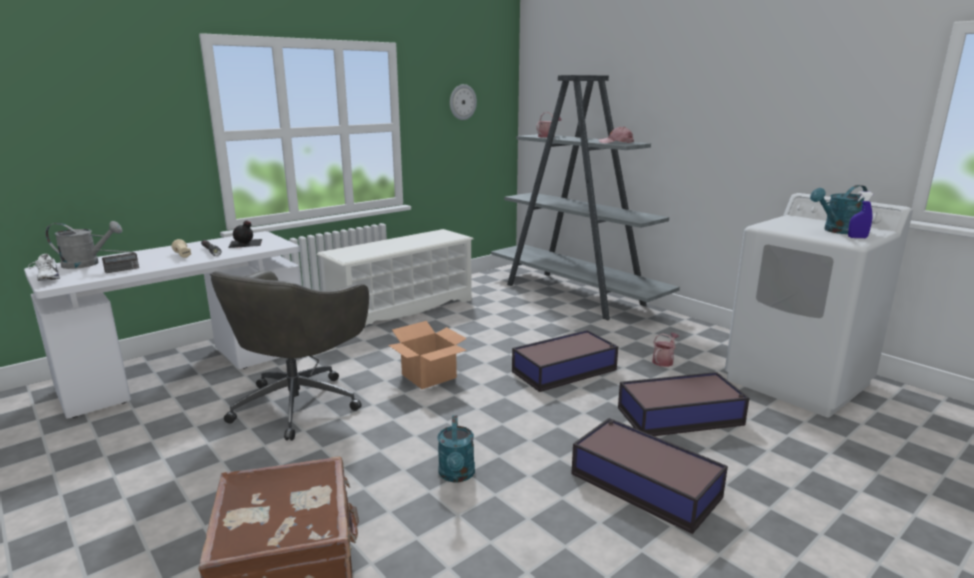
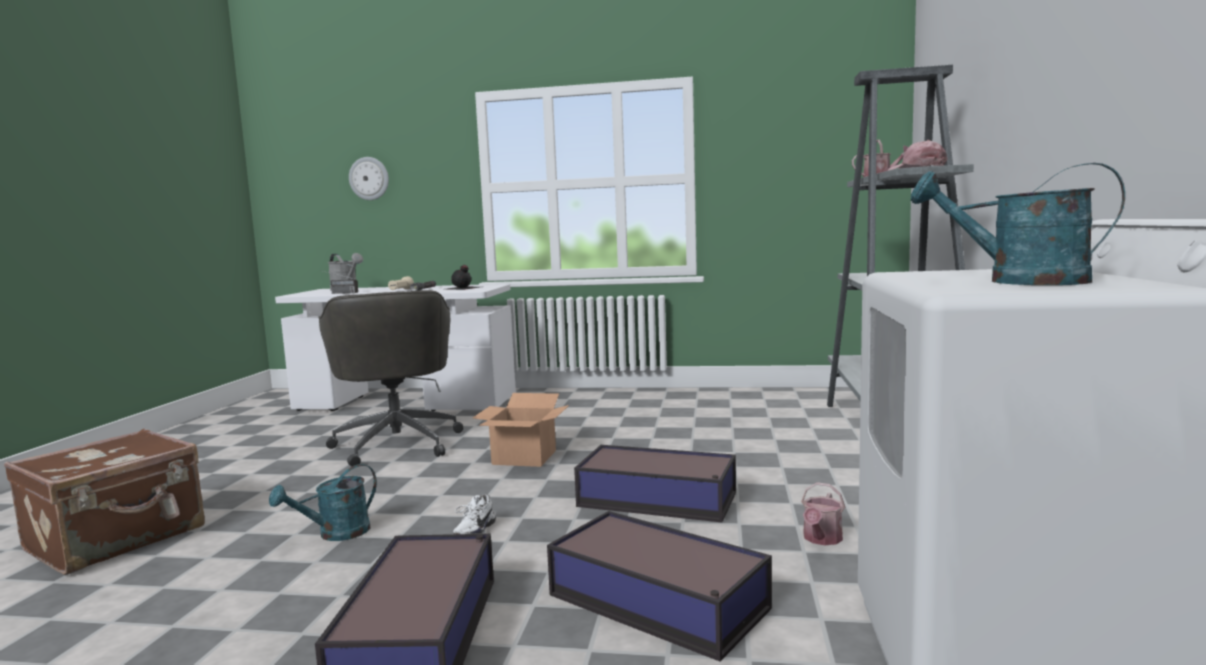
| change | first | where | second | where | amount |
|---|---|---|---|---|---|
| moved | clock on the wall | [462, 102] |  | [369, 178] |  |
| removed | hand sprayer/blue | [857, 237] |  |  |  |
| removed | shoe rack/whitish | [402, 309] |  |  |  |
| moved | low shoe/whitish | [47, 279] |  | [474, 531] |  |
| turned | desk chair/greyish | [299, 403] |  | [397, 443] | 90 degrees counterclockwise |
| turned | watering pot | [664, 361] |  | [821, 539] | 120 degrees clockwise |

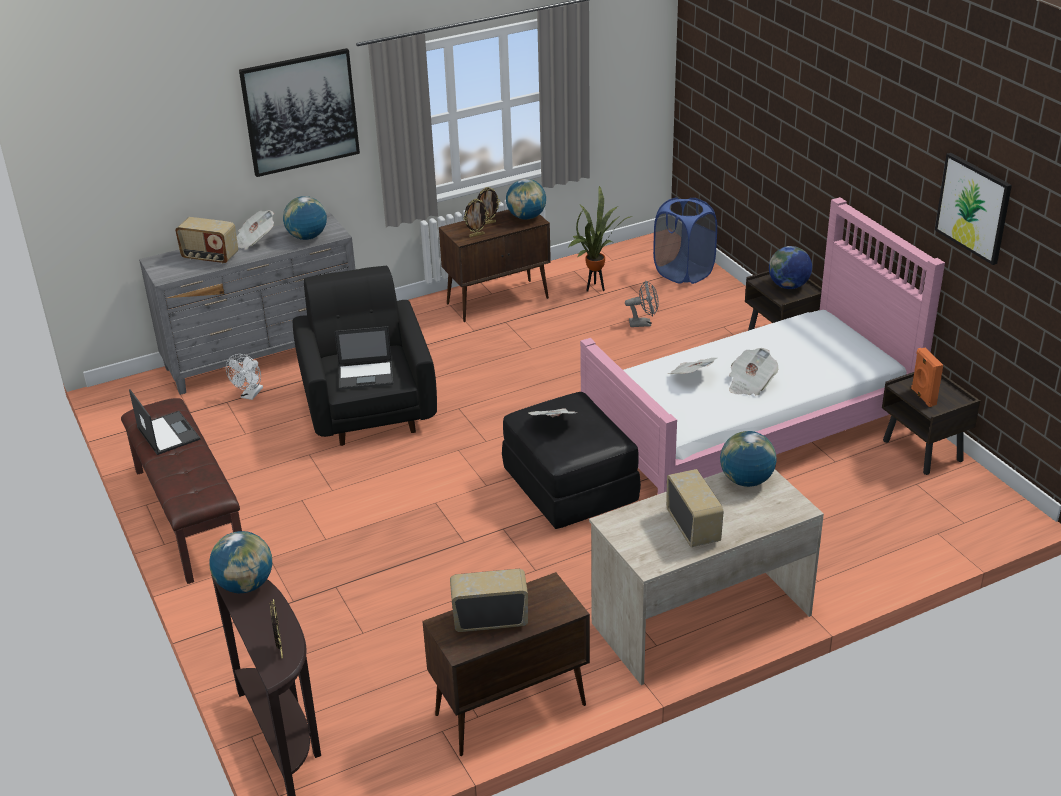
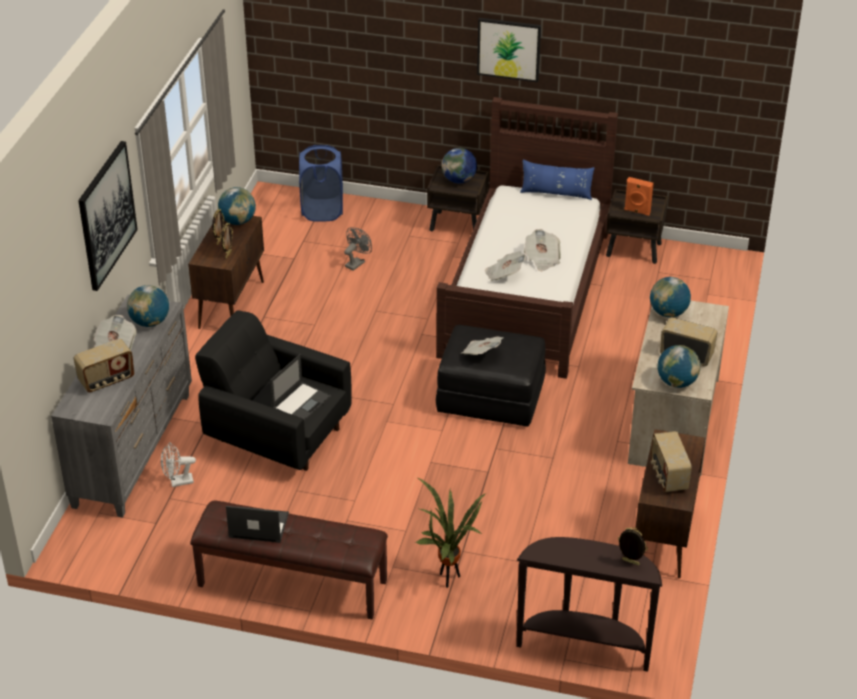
| change | first | where | second | where | amount |
|---|---|---|---|---|---|
| moved | picture | [973, 207] |  | [509, 49] |  |
| moved | plant in a pot | [596, 288] |  | [448, 578] |  |
| recoloured | sleeping bed/pink | [750, 425] | sleeping bed/brown | [526, 292] |  |
| turned | fan/whitish | [250, 395] |  | [178, 482] | 105 degrees clockwise |
| moved | globe | [245, 585] |  | [677, 382] |  |
| turned | radio | [490, 619] |  | [668, 476] | 45 degrees counterclockwise |
| added |  |  | pillow/blue | [556, 193] |  |

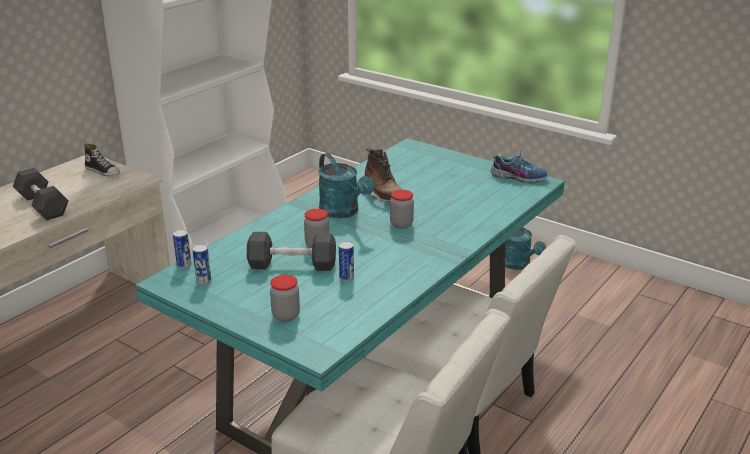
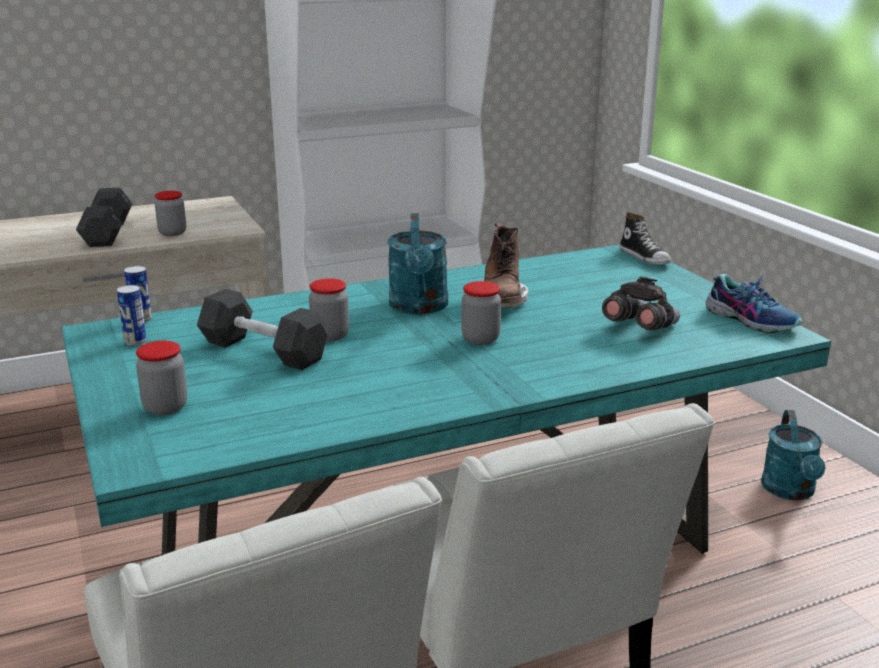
| change | first | where | second | where | amount |
|---|---|---|---|---|---|
| moved | low shoe | [103, 171] |  | [645, 257] |  |
| removed | metal can | [346, 278] |  |  |  |
| added |  |  | jar | [172, 233] |  |
| added |  |  | binoculars/greyish | [639, 328] |  |

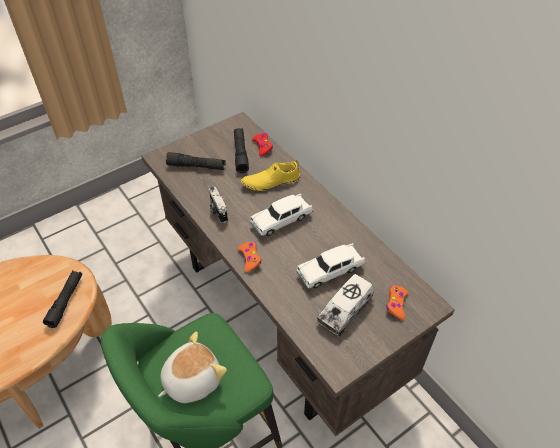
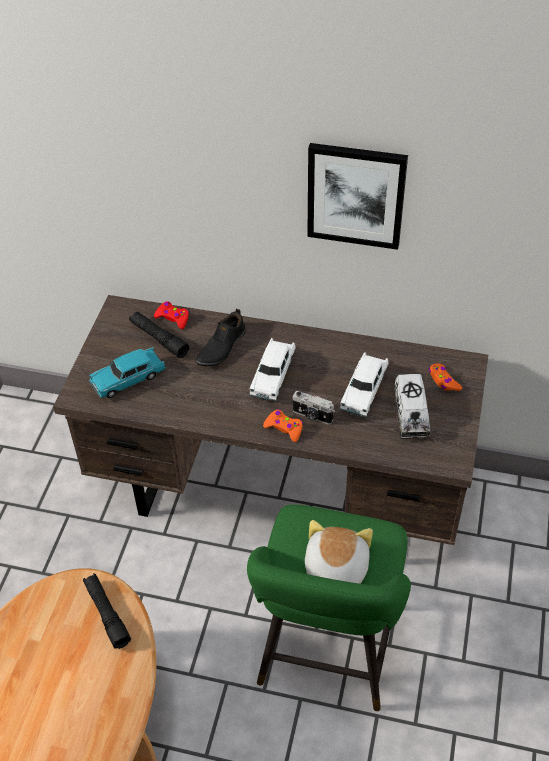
| change | first | where | second | where | amount |
|---|---|---|---|---|---|
| replaced | flashlight/black-coloured | [196, 166] | miniature car/blue-green | [128, 379] |  |
| recoloured | low shoe/yellowish | [270, 181] | low shoe/black-coloured | [221, 347] |  |
| moved | still camera | [218, 211] |  | [312, 416] |  |
| added |  |  | picture | [356, 195] |  |

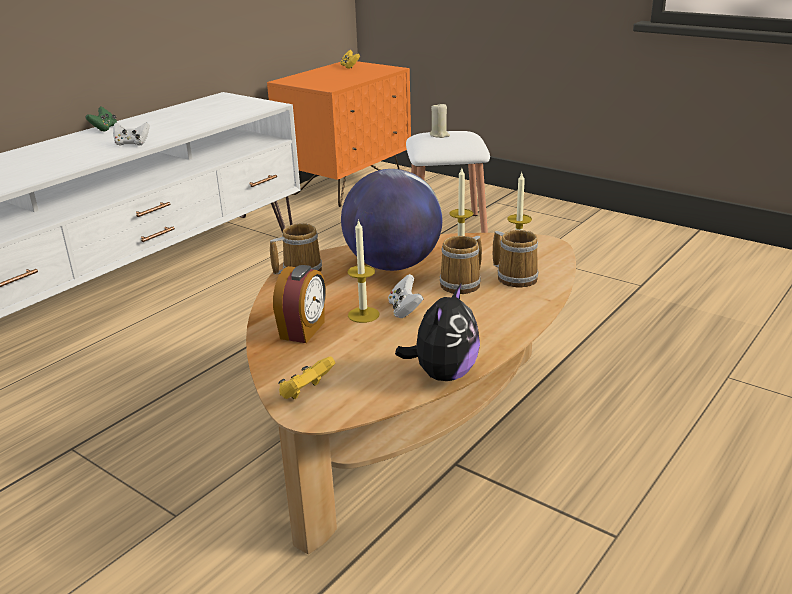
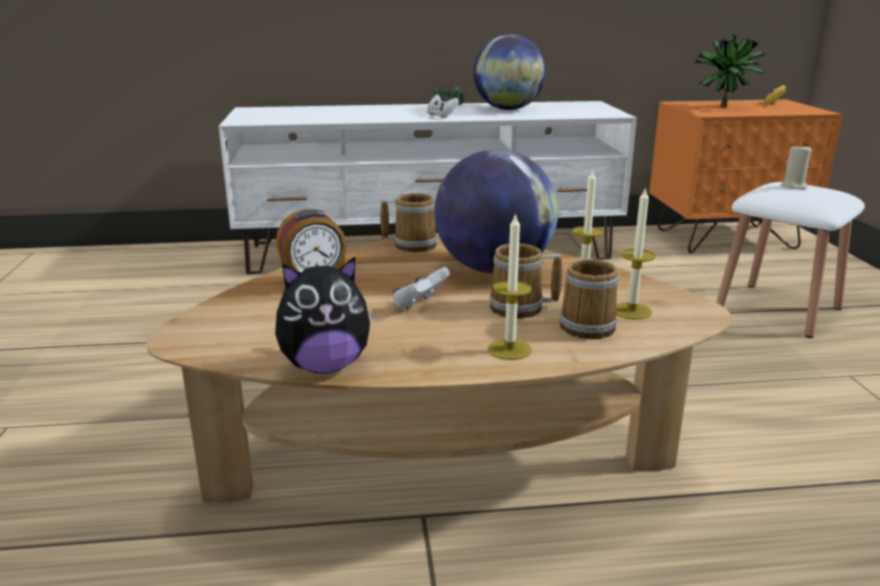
| change | first | where | second | where | amount |
|---|---|---|---|---|---|
| moved | candle | [363, 315] |  | [509, 349] |  |
| removed | joypad/yellowish | [306, 392] |  |  |  |
| added |  |  | globe | [508, 109] |  |
| added |  |  | plant in a pot | [724, 108] |  |

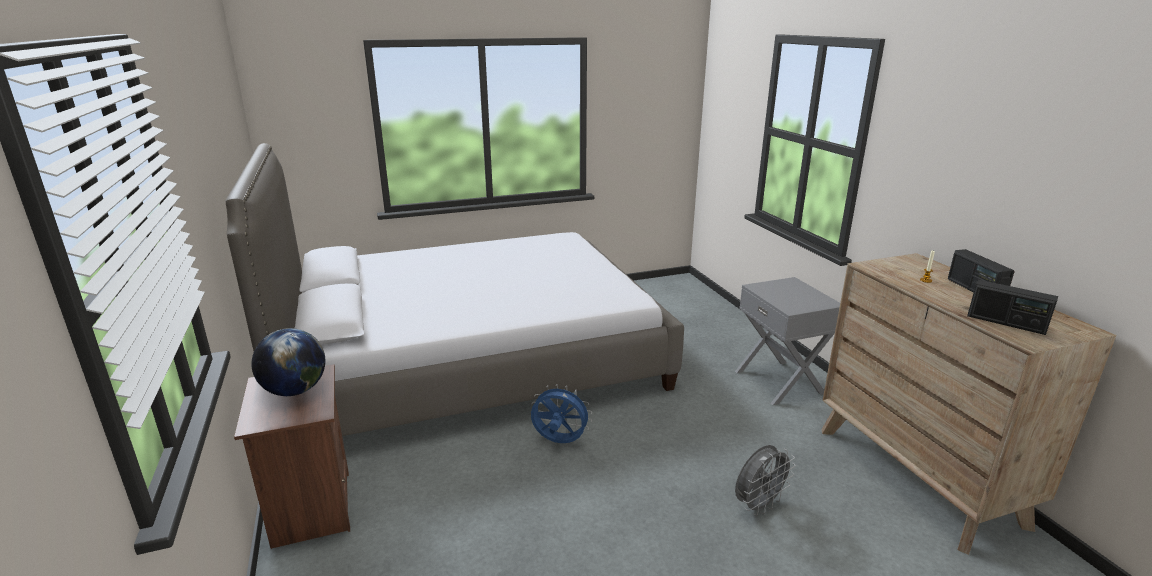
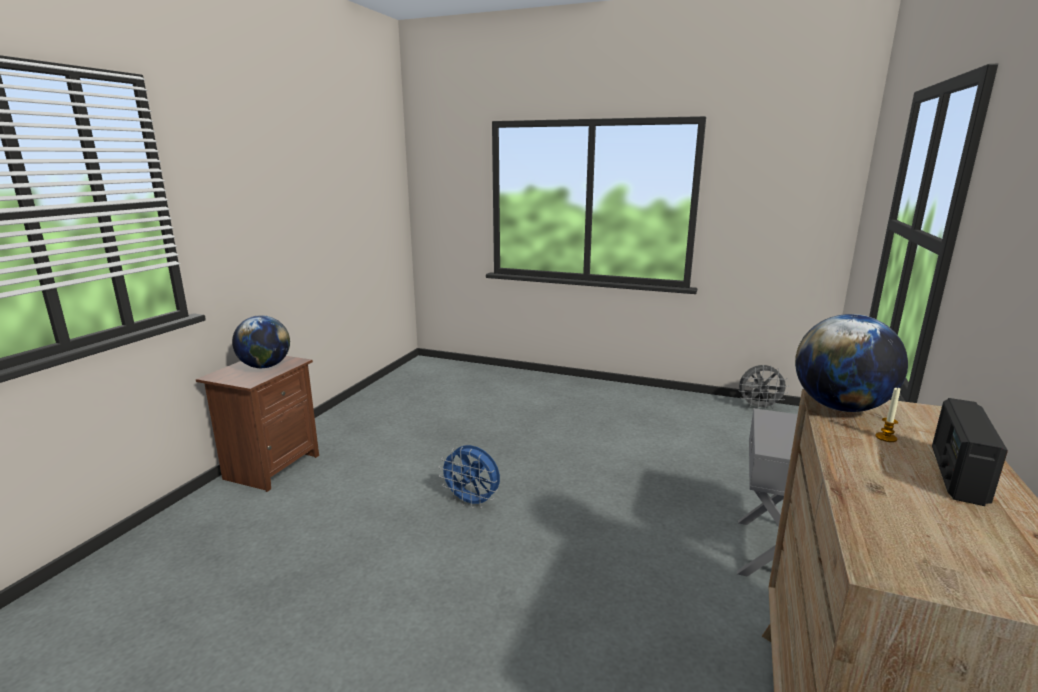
| change | first | where | second | where | amount |
|---|---|---|---|---|---|
| removed | sleeping bed | [470, 360] |  |  |  |
| removed | radio | [1006, 323] |  |  |  |
| turned | fan/blue | [559, 442] |  | [472, 502] | 150 degrees clockwise |
| moved | fan/greyish | [758, 505] |  | [759, 407] |  |
| added |  |  | globe | [840, 407] |  |

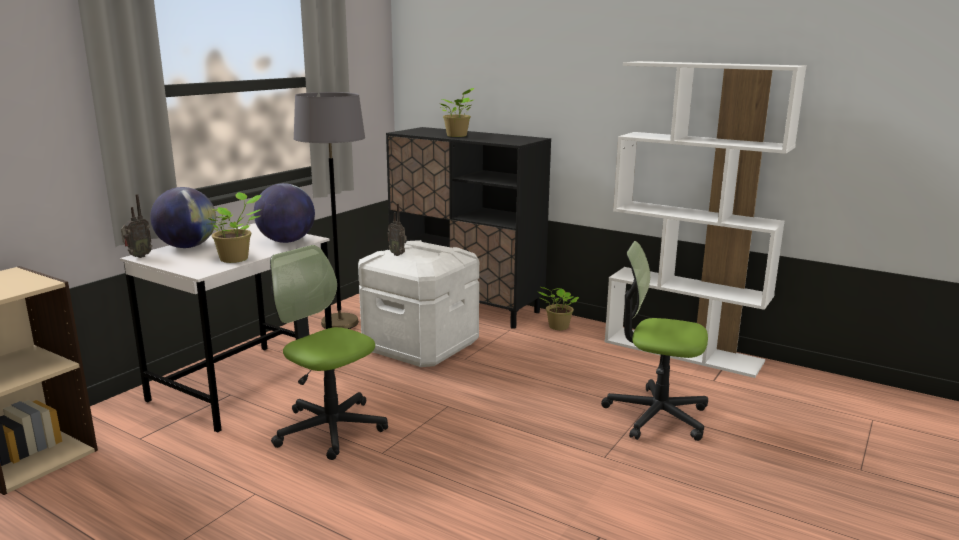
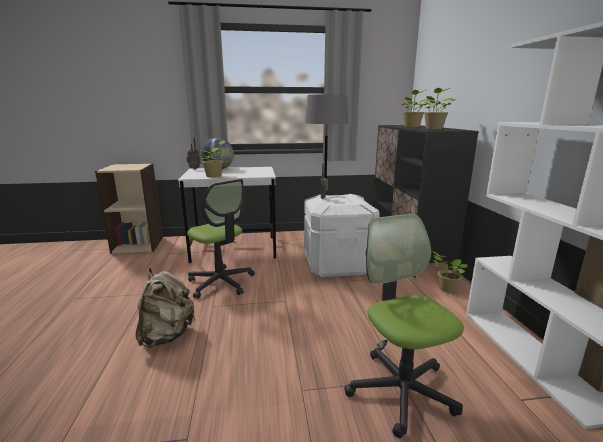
| change | first | where | second | where | amount |
|---|---|---|---|---|---|
| removed | globe | [286, 241] |  |  |  |
| turned | desk chair | [330, 428] |  | [221, 283] | 135 degrees clockwise |
| added |  |  | plant in a pot | [434, 129] |  |
| added |  |  | knapsack/beige-coloured | [167, 335] |  |

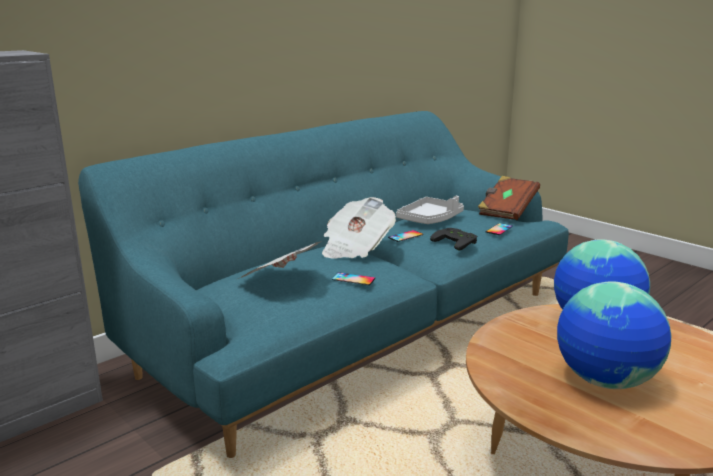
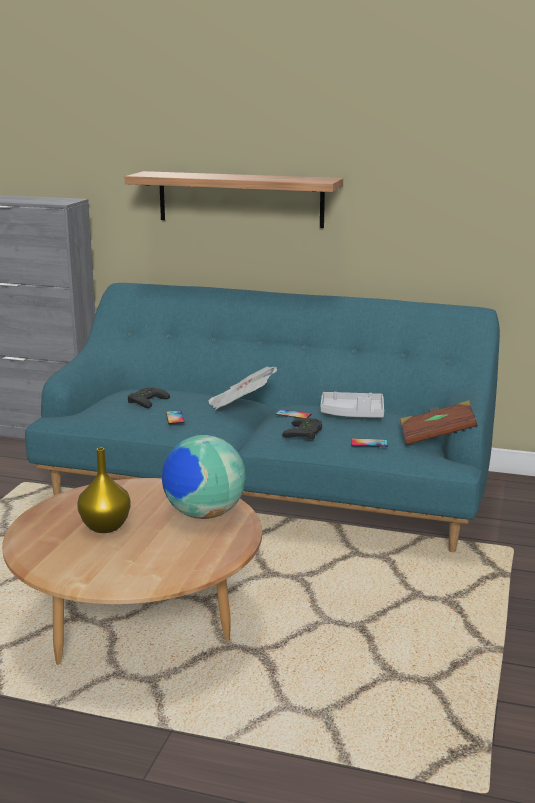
| change | first | where | second | where | amount |
|---|---|---|---|---|---|
| replaced | newspaper | [279, 281] | joypad/black-coloured | [145, 400] |  |
| replaced | globe | [605, 381] | flower vase/yellowish | [104, 526] |  |
| added |  |  | wall shelf | [240, 199] |  |

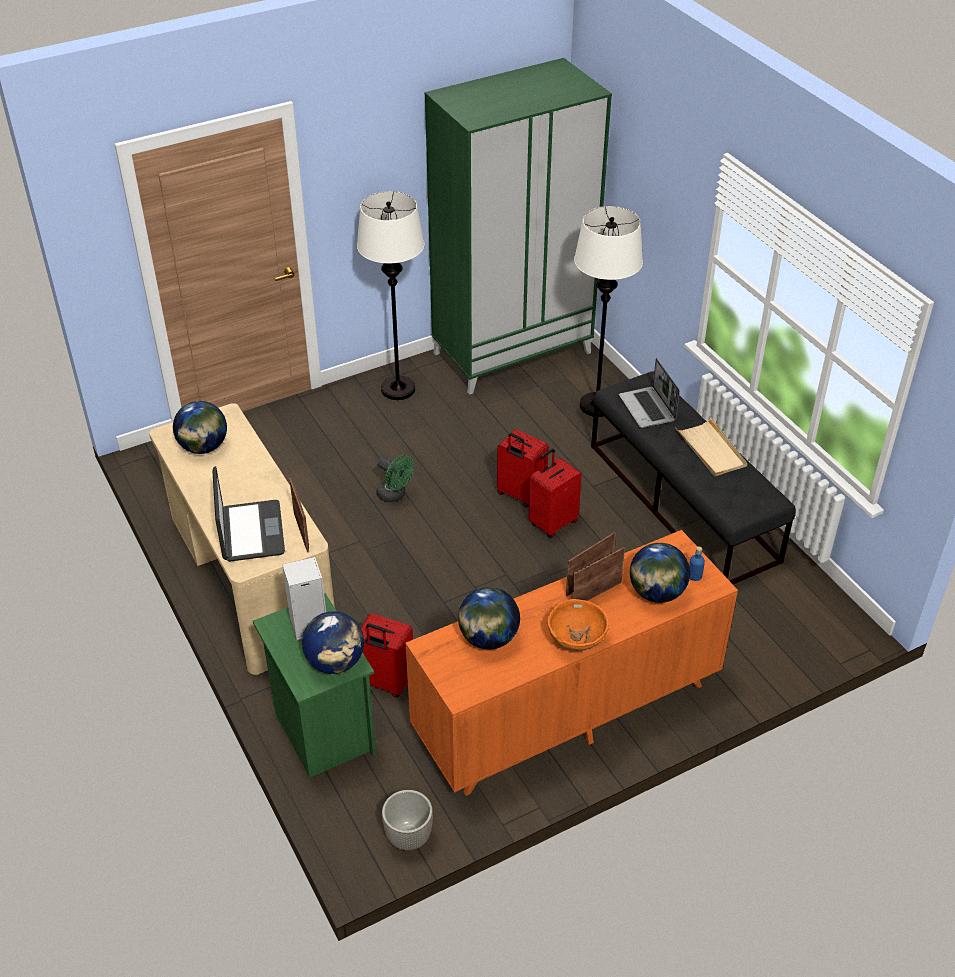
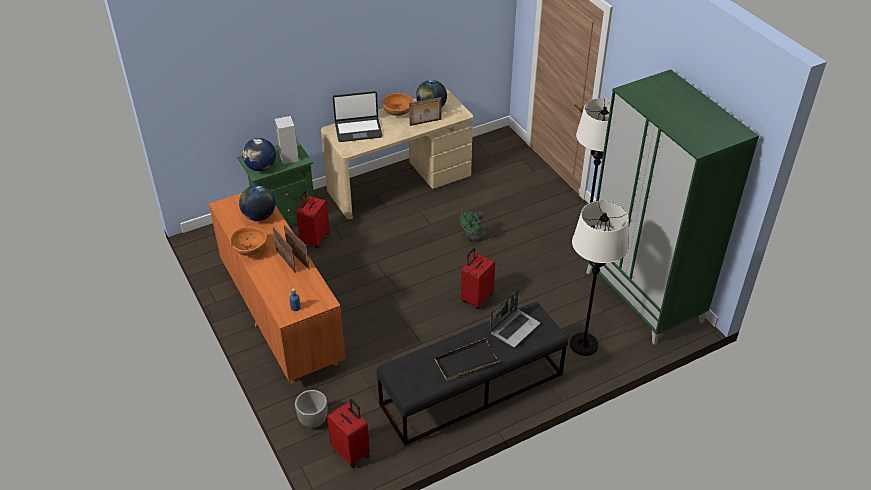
| change | first | where | second | where | amount |
|---|---|---|---|---|---|
| turned | portable computer | [648, 409] |  | [514, 328] | 150 degrees clockwise |
| recoloured | serving tray/beige-coloured | [711, 450] | serving tray/black-coloured | [466, 361] |  |
| moved | piece of luggage/reddish | [552, 523] |  | [351, 452] |  |
| moved | standing frame | [302, 532] |  | [425, 122] |  |
| removed | globe | [656, 593] |  |  |  |
| moved | plant pot | [408, 838] |  | [313, 420] |  |
| added |  |  | bowl/orange | [398, 113] |  |

